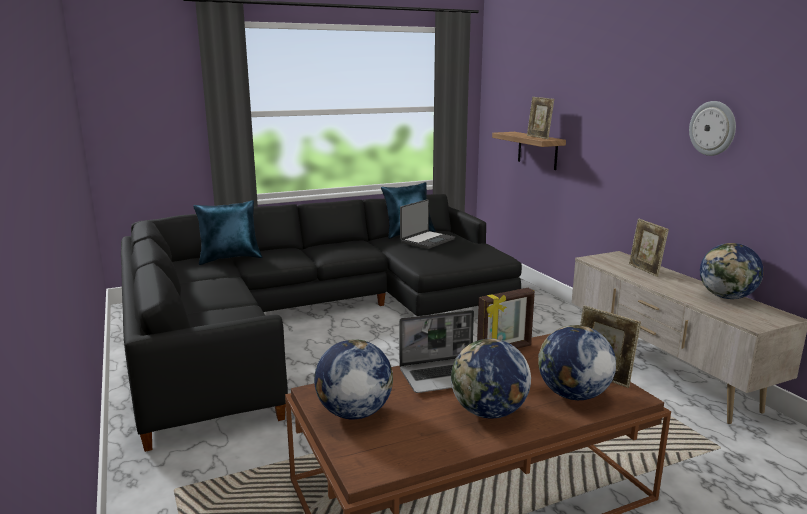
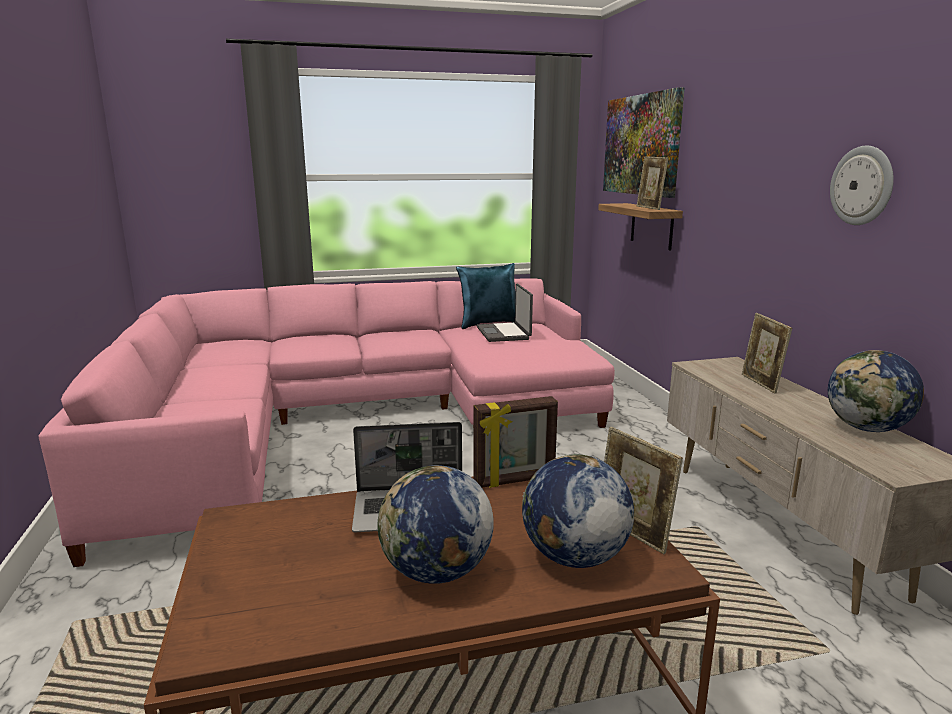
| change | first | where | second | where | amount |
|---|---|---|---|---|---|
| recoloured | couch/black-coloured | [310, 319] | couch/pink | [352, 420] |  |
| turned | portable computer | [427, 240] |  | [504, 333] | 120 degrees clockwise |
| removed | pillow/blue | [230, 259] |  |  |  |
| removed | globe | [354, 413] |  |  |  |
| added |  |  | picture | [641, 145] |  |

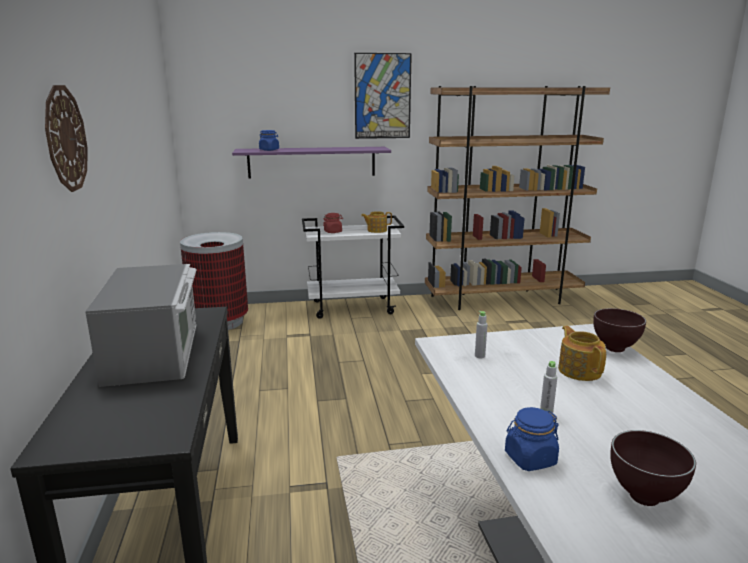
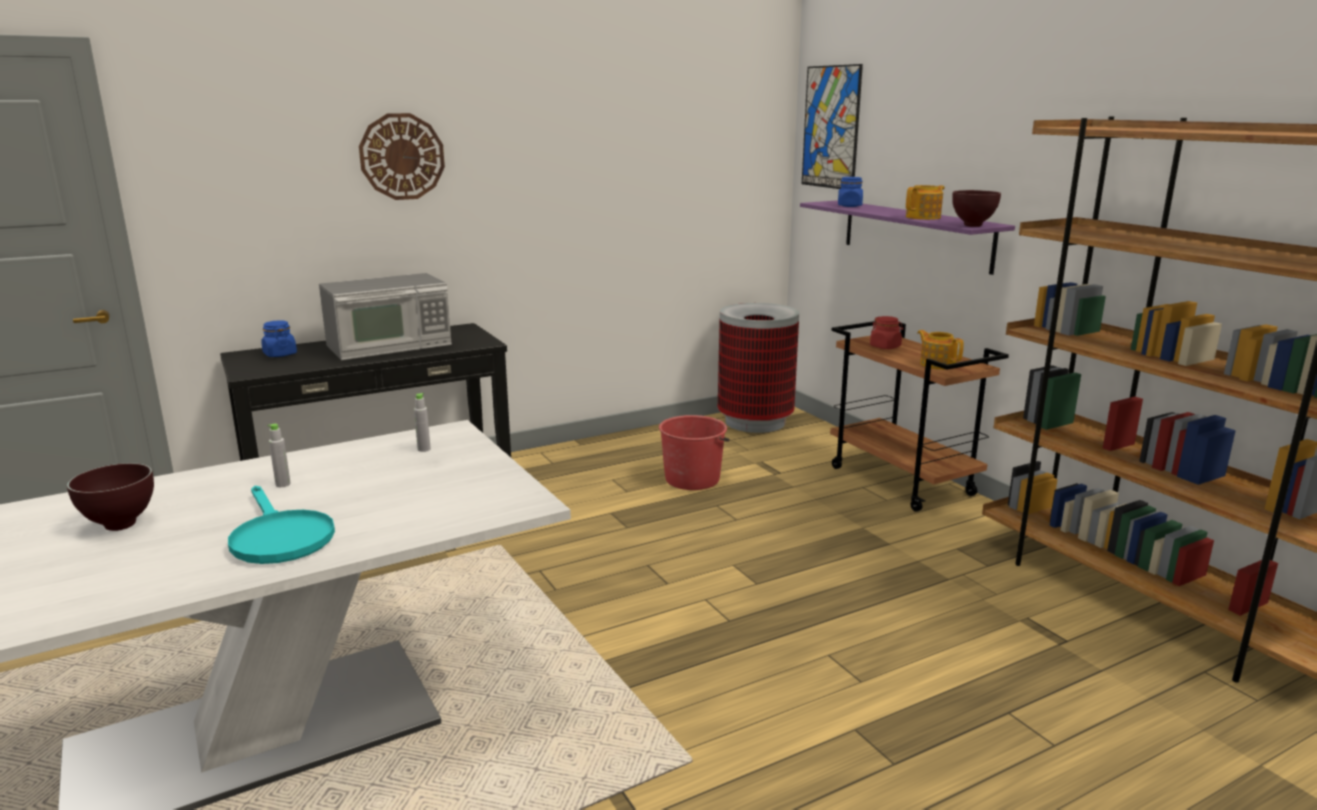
| change | first | where | second | where | amount |
|---|---|---|---|---|---|
| moved | picture | [382, 96] |  | [831, 127] |  |
| recoloured | wheeled cart/whitish | [353, 307] | wheeled cart/brown | [903, 481] |  |
| moved | bowl/brown | [613, 349] |  | [972, 225] |  |
| moved | tea pot | [579, 370] |  | [924, 217] |  |
| moved | jar/blue | [530, 459] |  | [280, 354] |  |
| added |  |  | water bucket/reddish | [692, 479] |  |
| added |  |  | skillet/blue-green | [279, 537] |  |

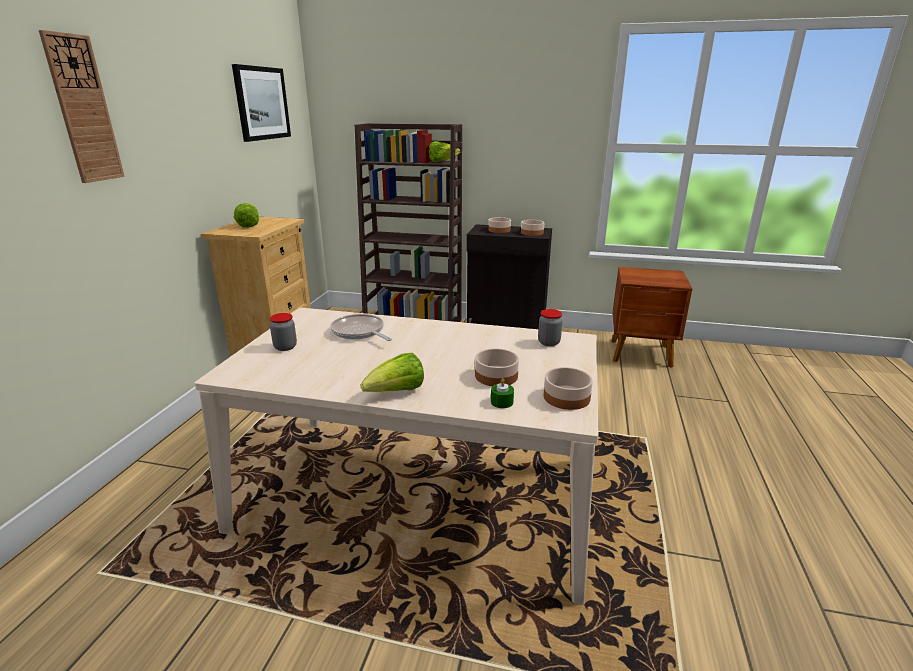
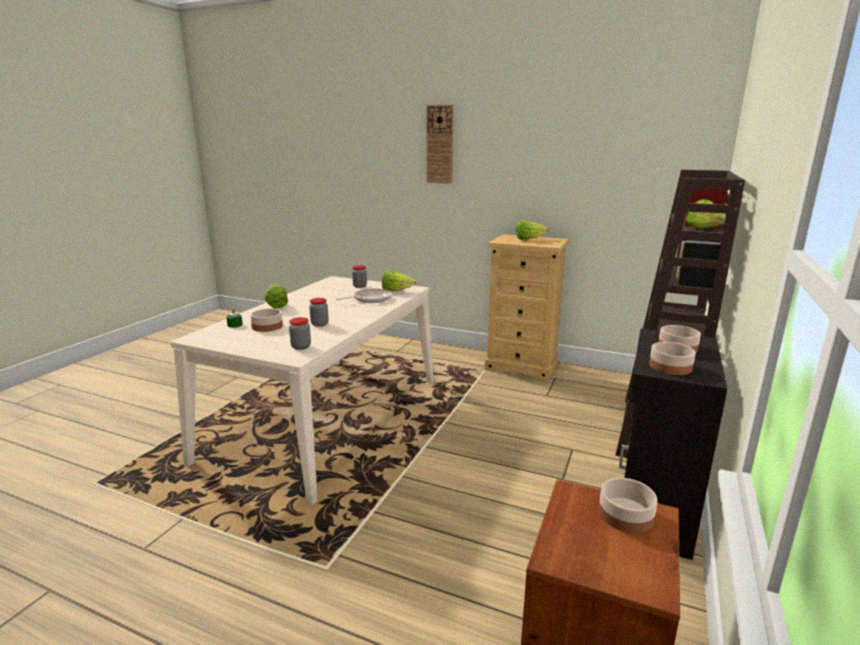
| change | first | where | second | where | amount |
|---|---|---|---|---|---|
| removed | picture | [262, 103] |  |  |  |
| moved | bowl | [566, 397] |  | [624, 514] |  |
| added |  |  | lettuce | [396, 291] |  |
| added |  |  | jar | [319, 324] |  |

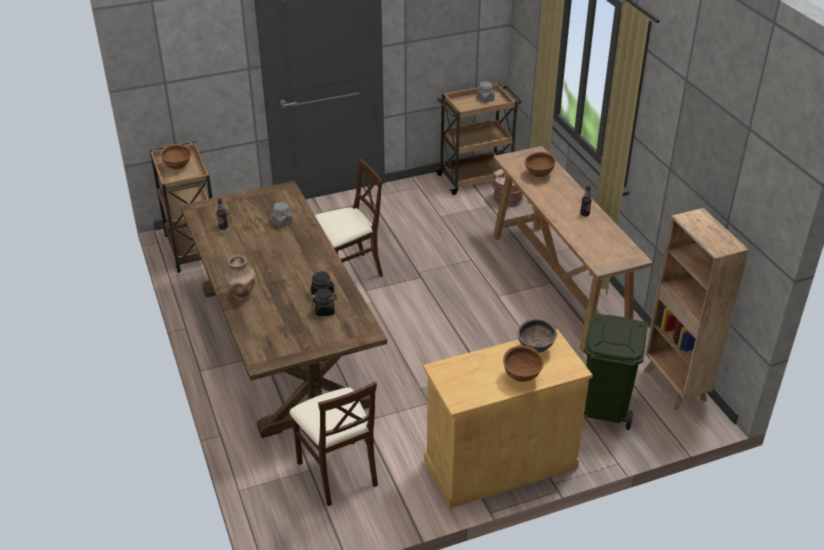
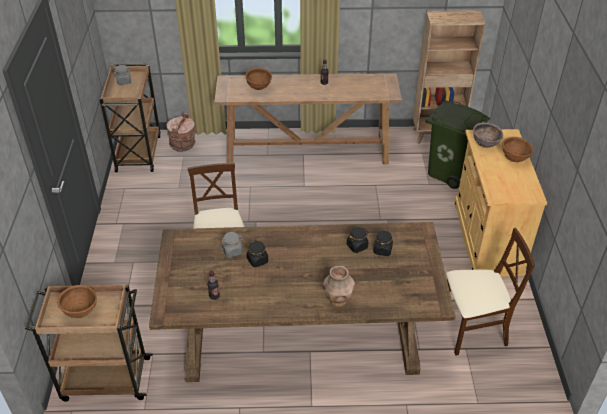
| change | first | where | second | where | amount |
|---|---|---|---|---|---|
| added |  |  | jar/black-coloured | [257, 260] |  |

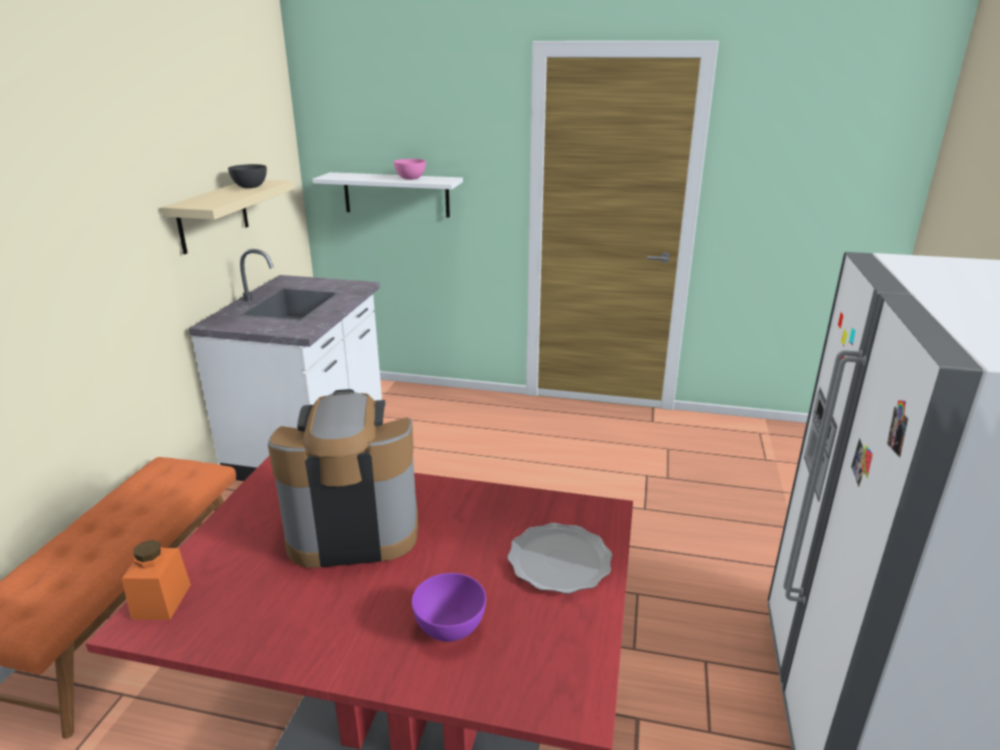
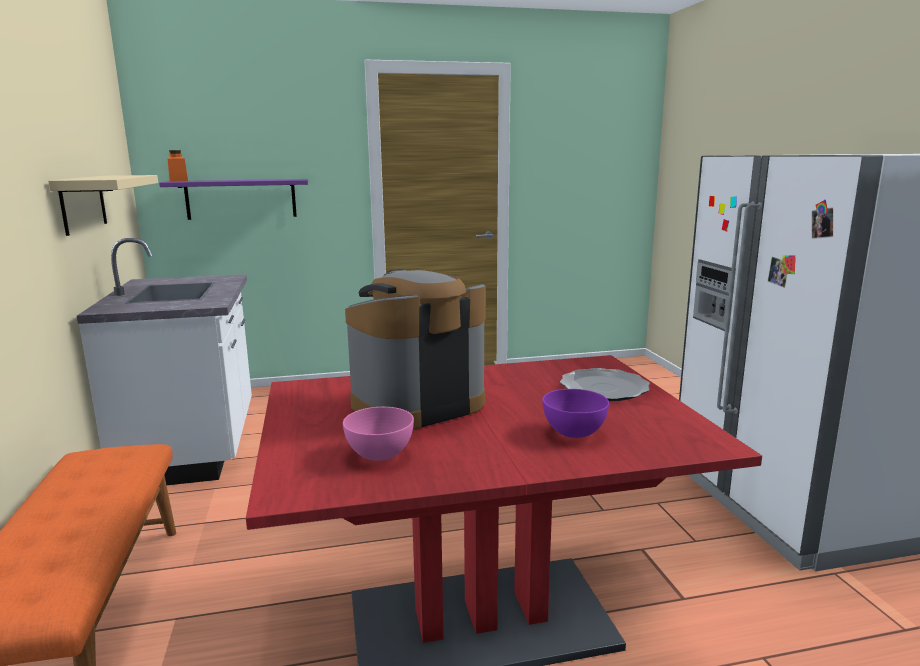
| change | first | where | second | where | amount |
|---|---|---|---|---|---|
| moved | bowl/pink | [410, 178] |  | [379, 454] |  |
| removed | bowl/greyish | [250, 187] |  |  |  |
| recoloured | wall shelf/whitish | [396, 194] | wall shelf/purple-coloured | [241, 199] |  |
| moved | jar/orange | [161, 601] |  | [178, 181] |  |

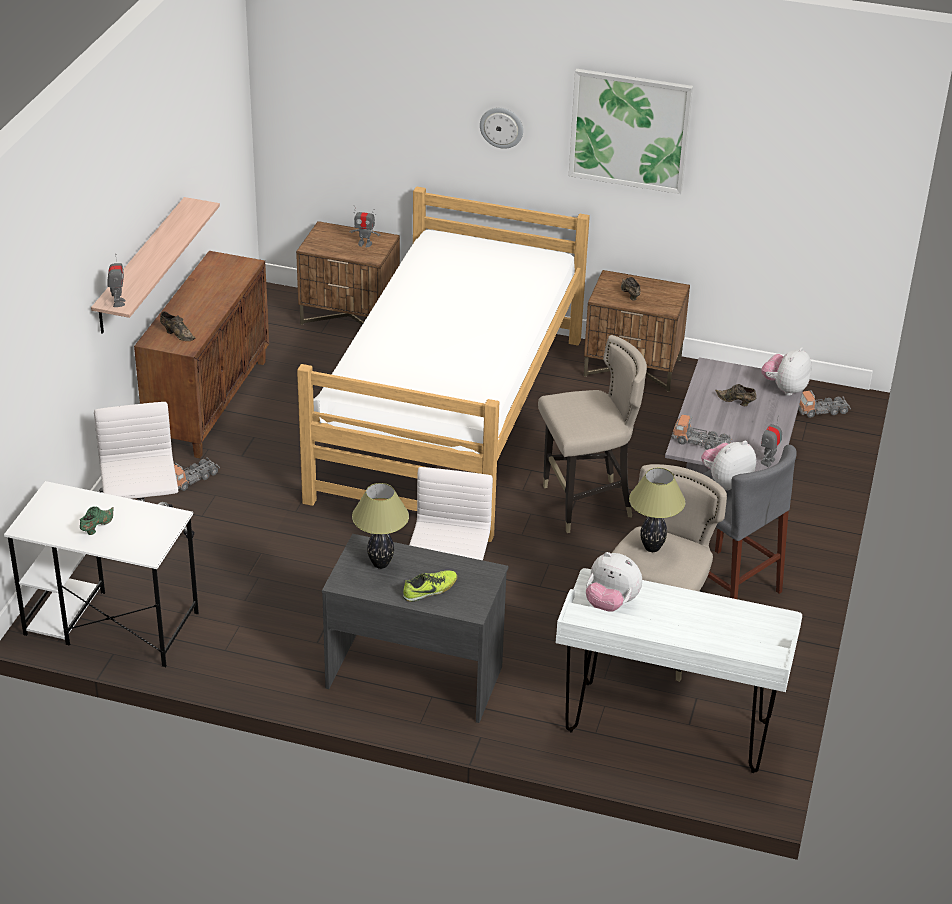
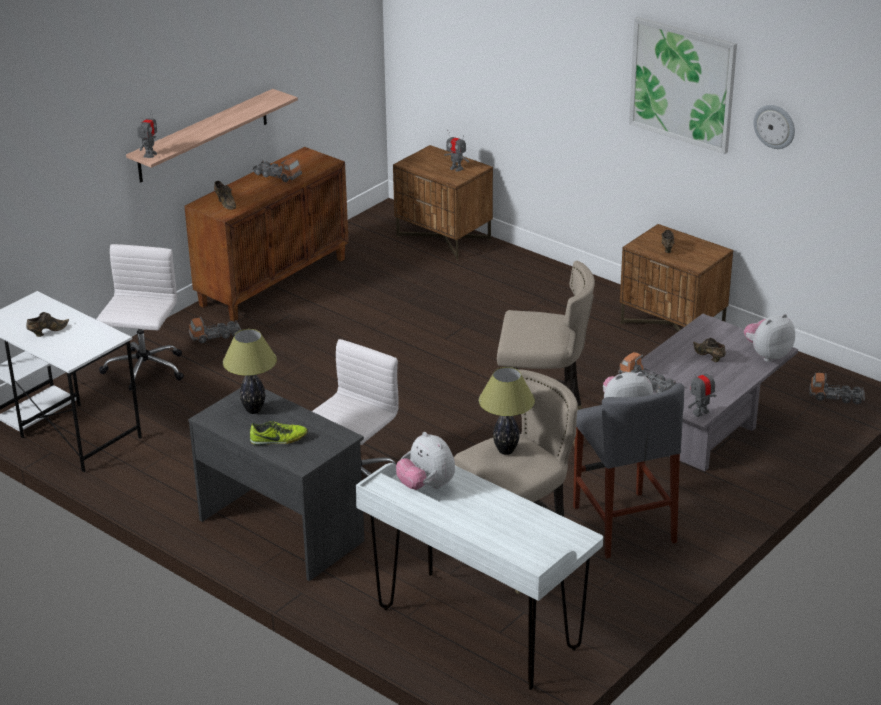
| change | first | where | second | where | amount |
|---|---|---|---|---|---|
| moved | clock on the wall | [501, 127] |  | [774, 126] |  |
| removed | sleeping bed | [451, 417] |  |  |  |
| recoloured | low shoe/green | [96, 527] | low shoe/brown | [47, 332] |  |
| added |  |  | toy lorry | [277, 175] |  |

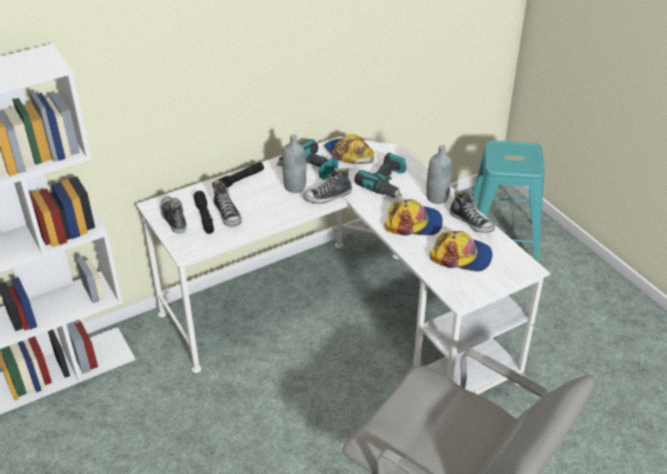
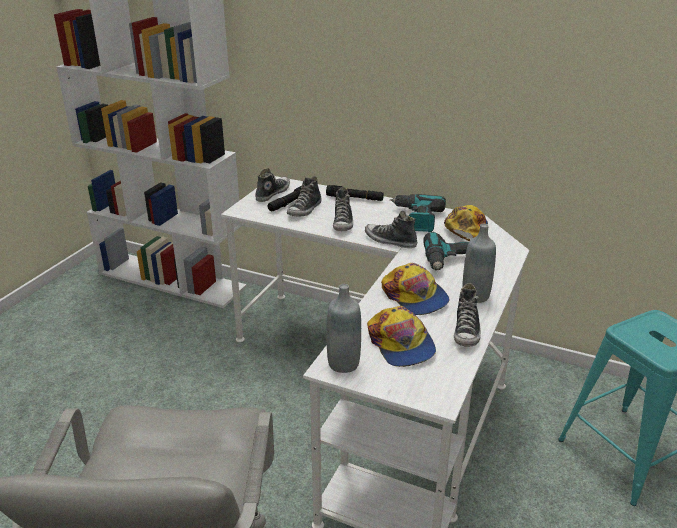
| change | first | where | second | where | amount |
|---|---|---|---|---|---|
| moved | drink bottle/greyish | [295, 187] |  | [343, 363] |  |
| added |  |  | low shoe | [343, 223] |  |

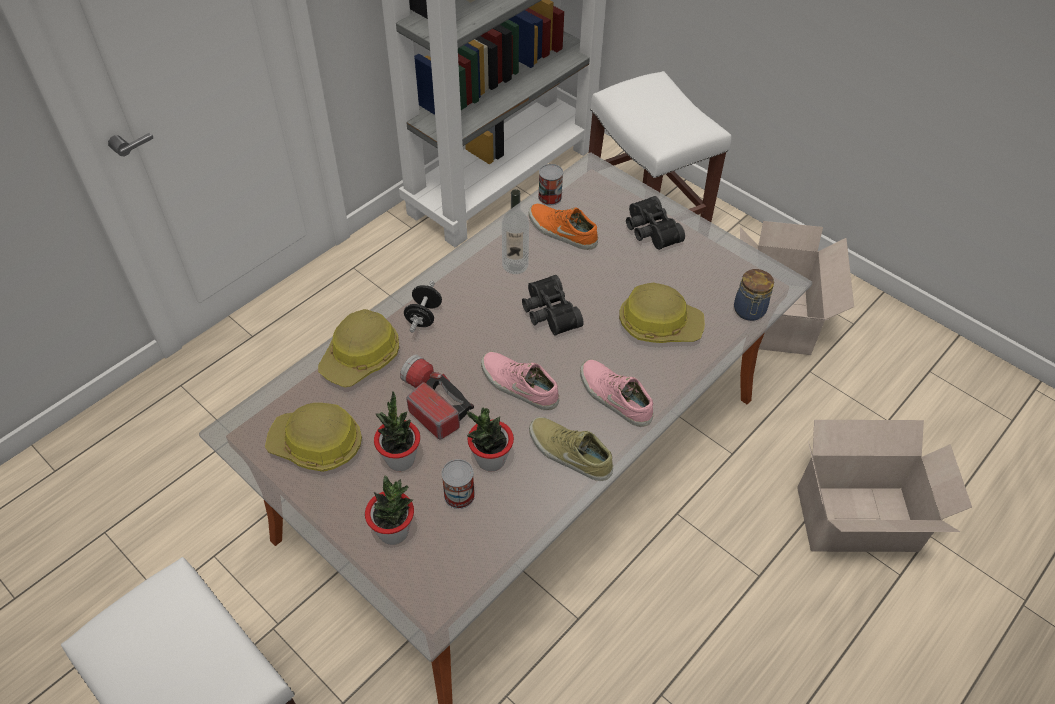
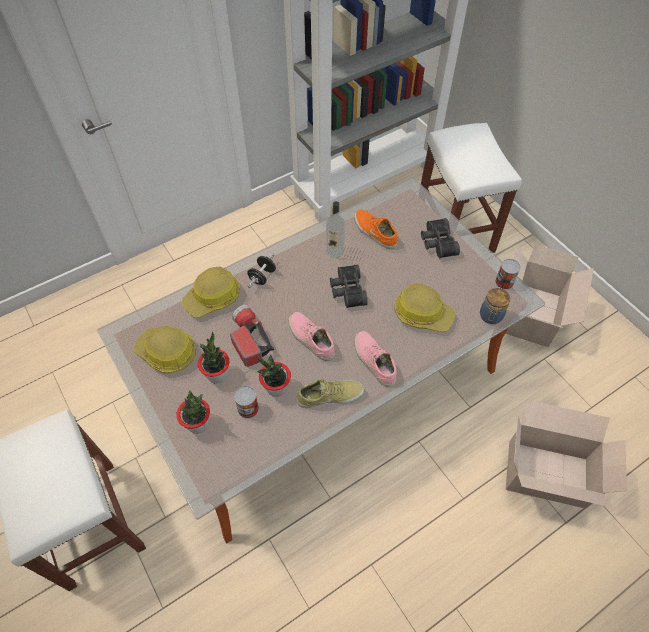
| change | first | where | second | where | amount |
|---|---|---|---|---|---|
| moved | metal can | [550, 197] |  | [504, 282] |  |
| turned | low shoe/beige-coloured | [568, 453] |  | [330, 395] | 120 degrees clockwise |

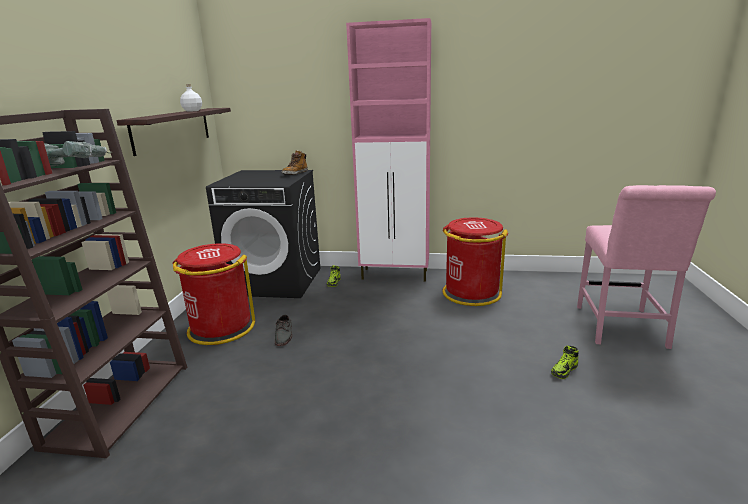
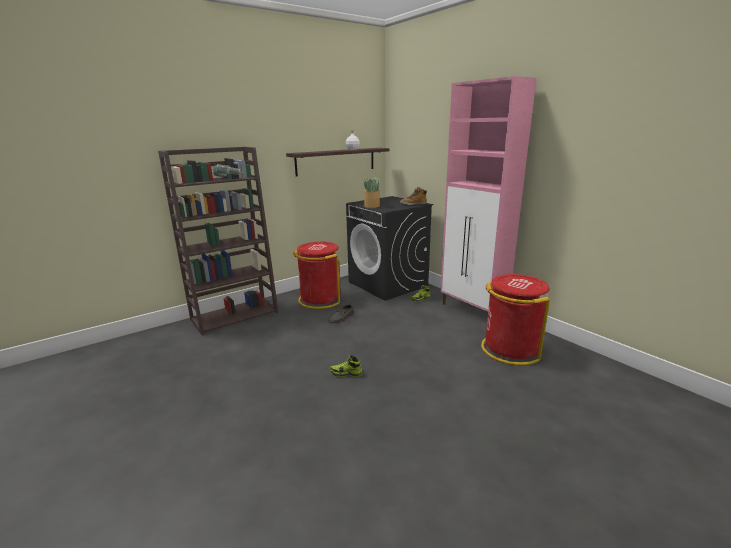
| change | first | where | second | where | amount |
|---|---|---|---|---|---|
| removed | upright chair/pink | [621, 329] |  |  |  |
| moved | low shoe | [564, 370] |  | [346, 373] |  |
| added |  |  | plant in a pot | [372, 206] |  |

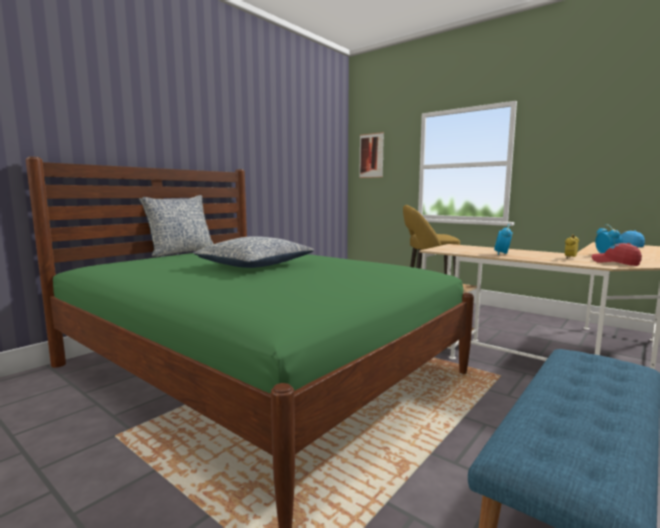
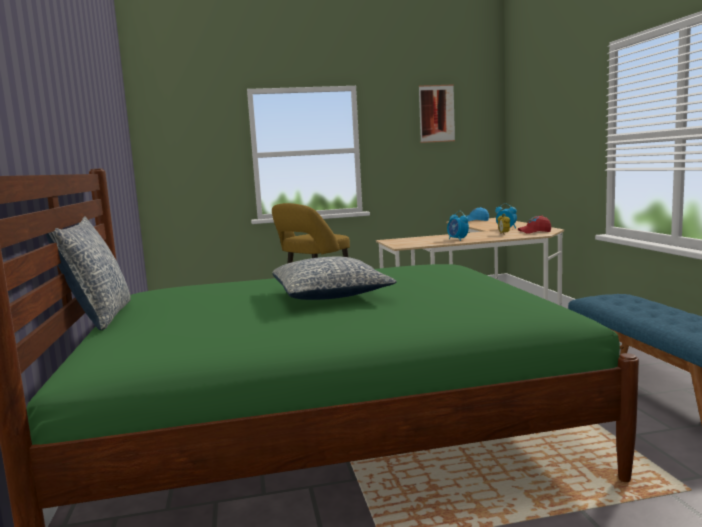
| change | first | where | second | where | amount |
|---|---|---|---|---|---|
| moved | picture | [371, 155] |  | [436, 113] |  |

